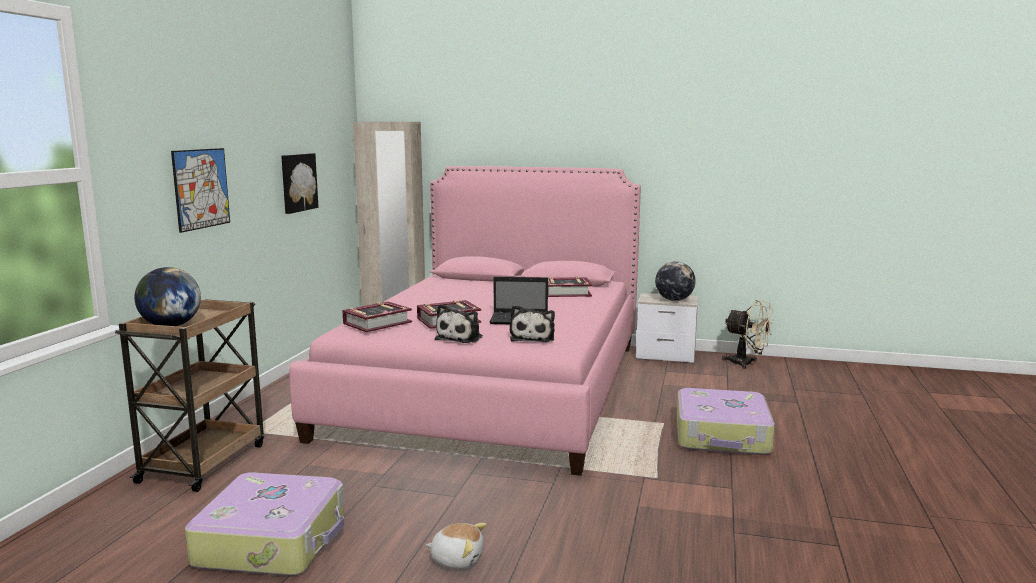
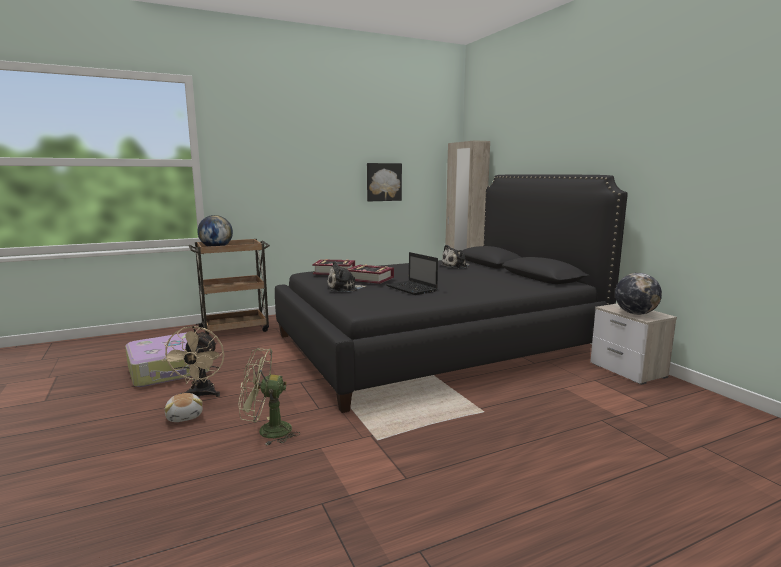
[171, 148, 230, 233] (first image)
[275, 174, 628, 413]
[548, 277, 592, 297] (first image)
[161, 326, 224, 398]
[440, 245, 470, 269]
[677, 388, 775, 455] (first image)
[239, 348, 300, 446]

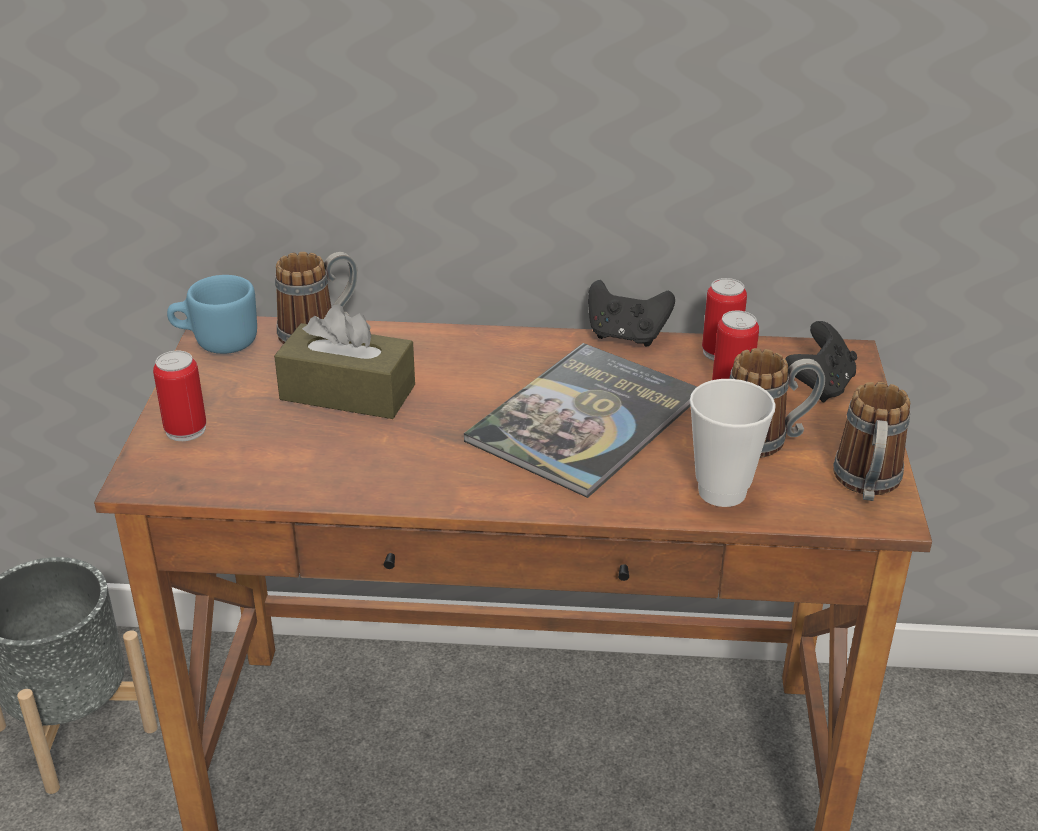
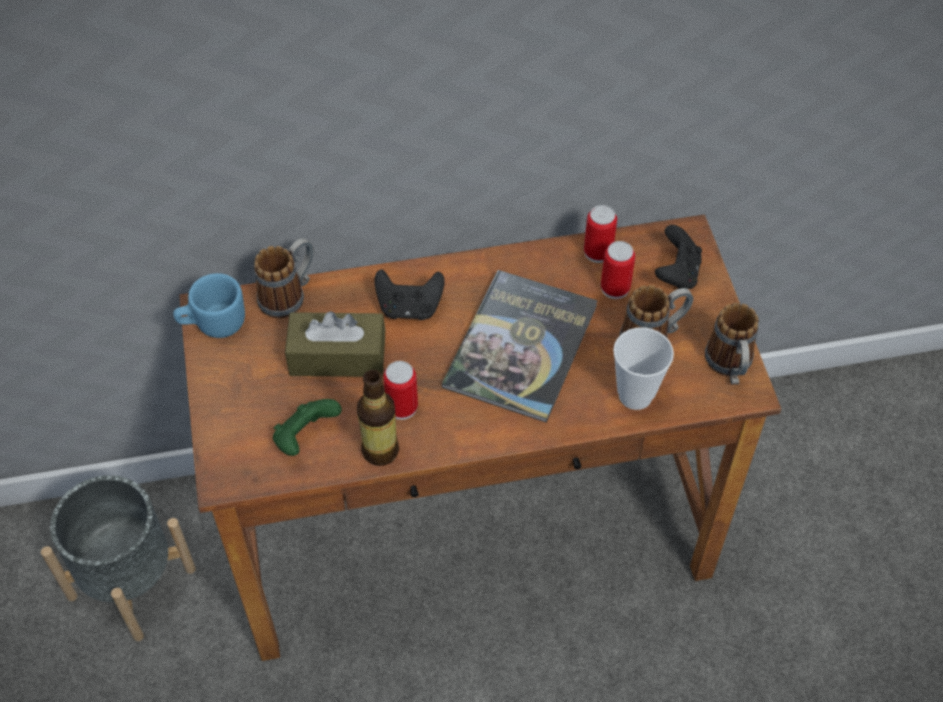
[374, 269, 445, 320]
[383, 361, 418, 420]
[357, 370, 399, 466]
[273, 399, 342, 456]

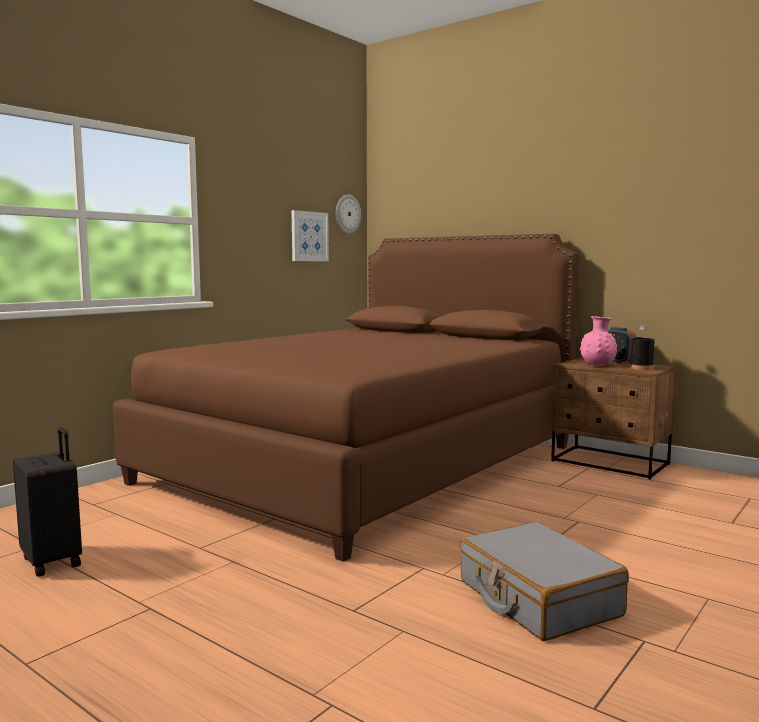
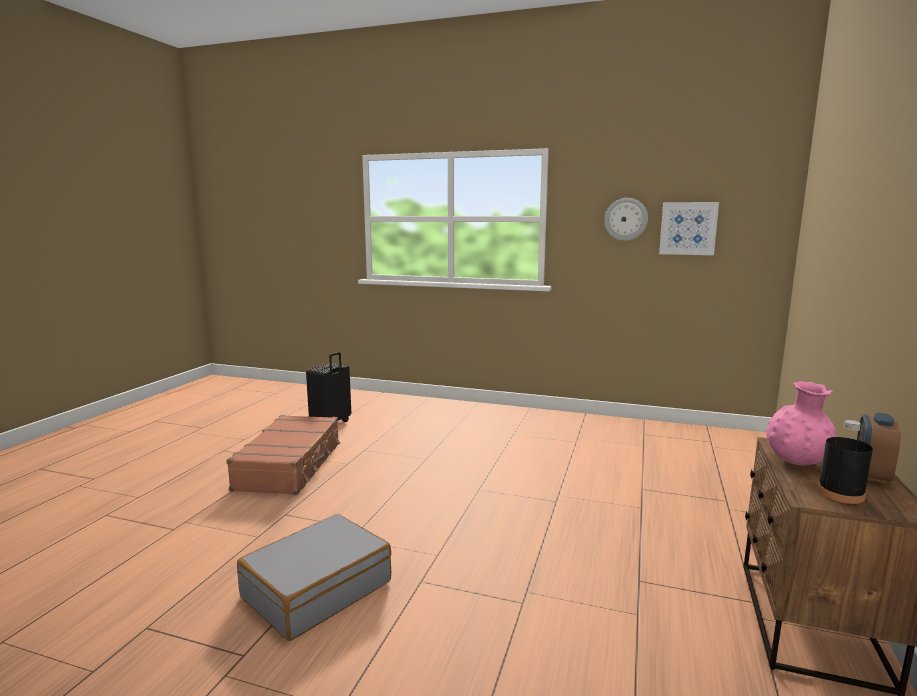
[604, 198, 648, 241]
[113, 234, 579, 562] (first image)
[226, 415, 341, 495]

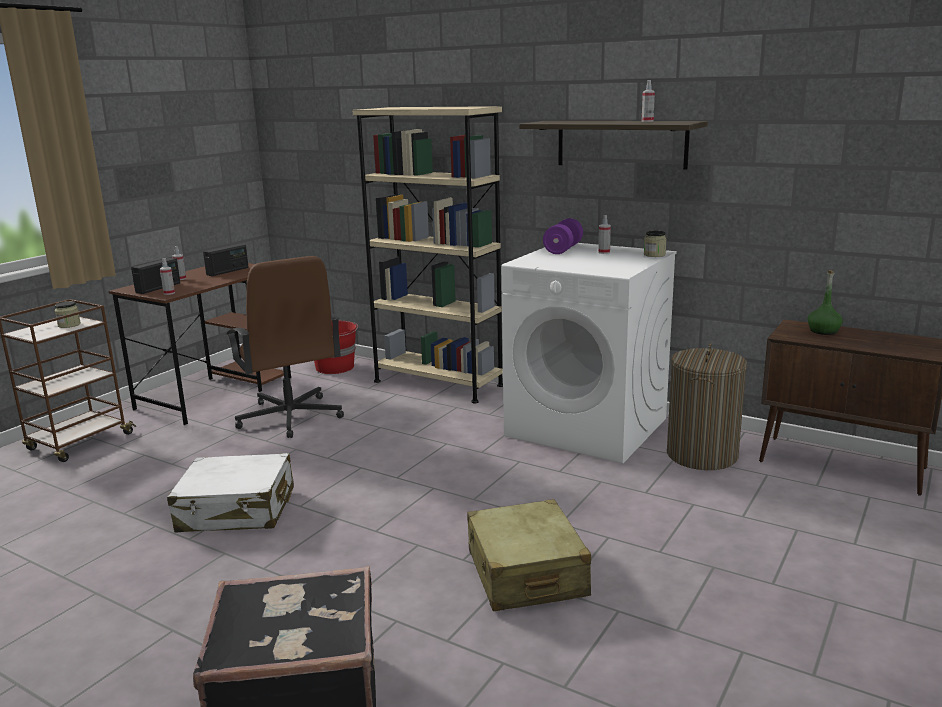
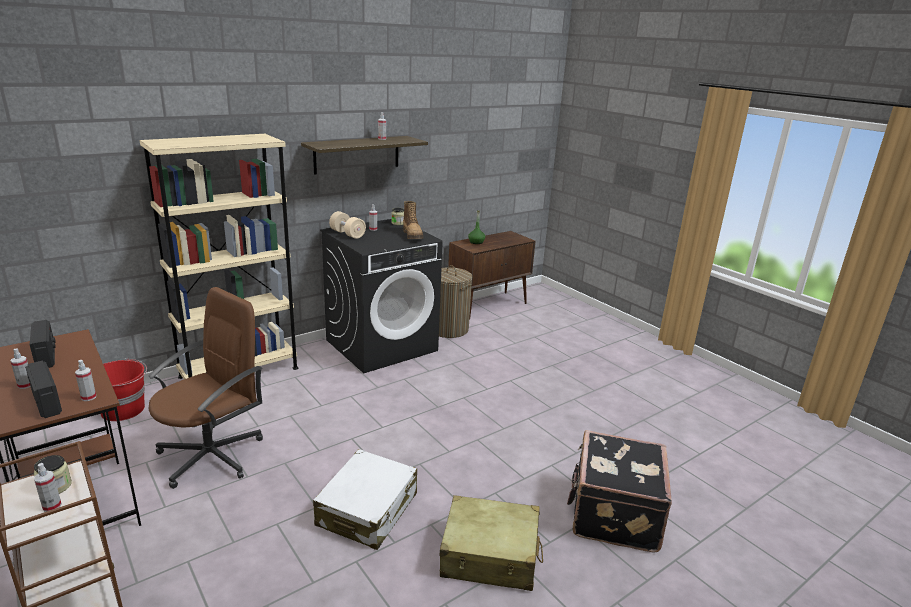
[329, 211, 366, 239]
[320, 219, 443, 373]
[149, 287, 263, 489]
[440, 495, 543, 591]
[403, 201, 423, 239]
[34, 463, 62, 512]

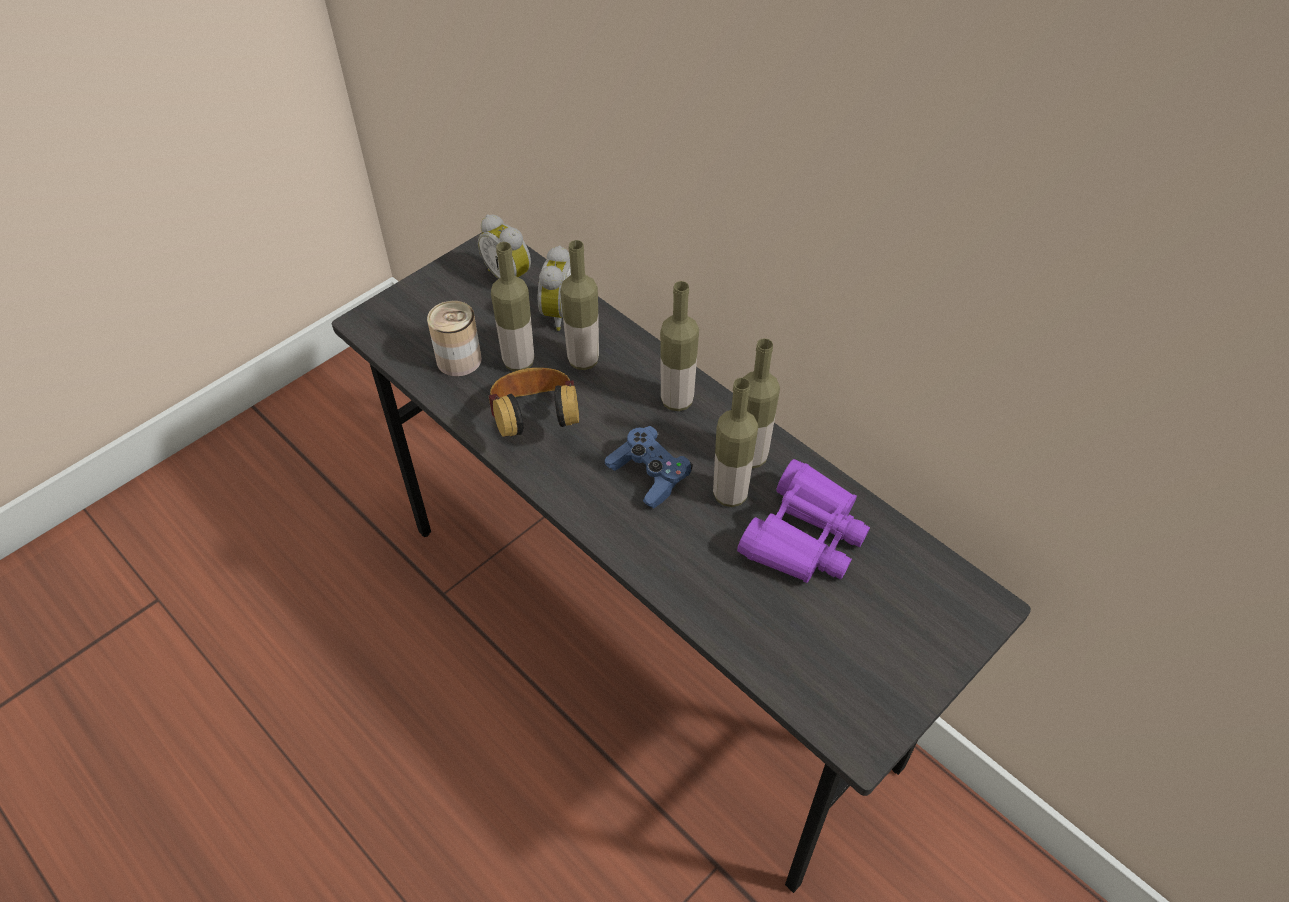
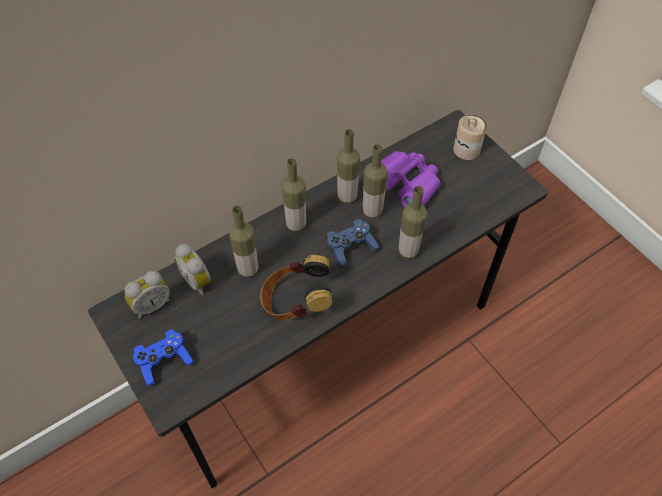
[398, 186, 427, 259]
[174, 244, 211, 296]
[453, 115, 487, 160]
[133, 329, 193, 386]

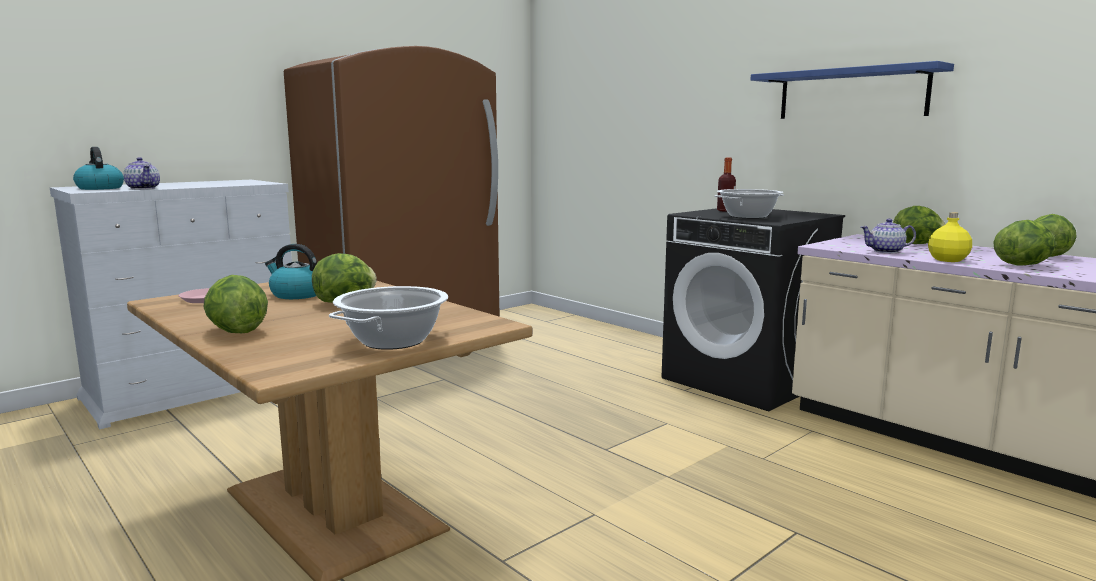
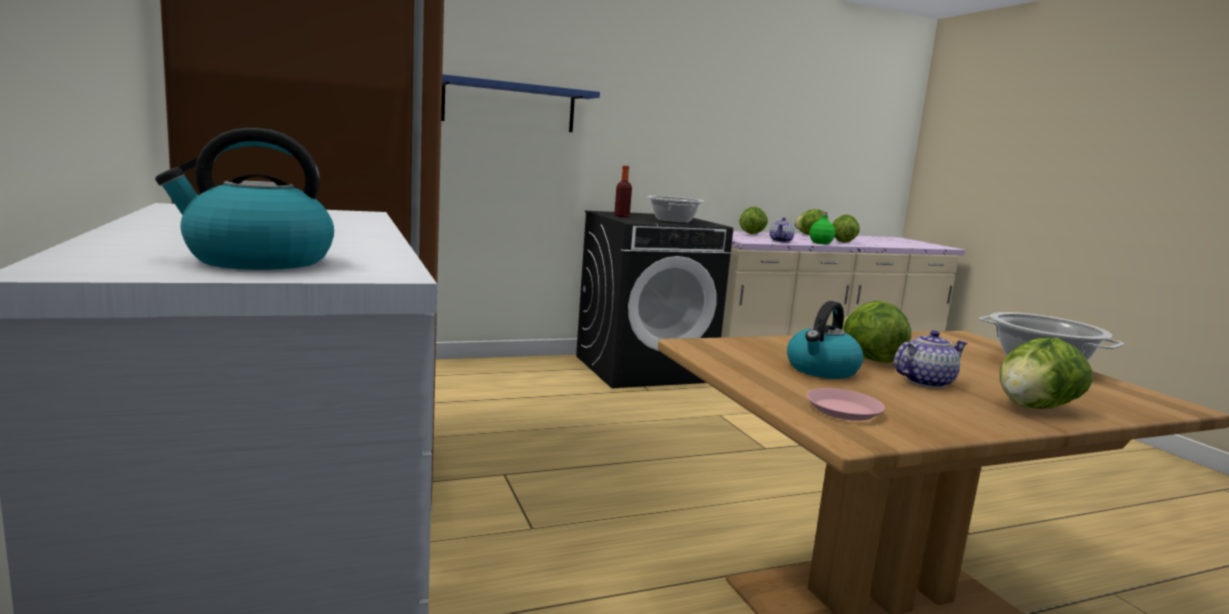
[441, 74, 600, 132]
[894, 330, 967, 388]
[809, 212, 835, 244]

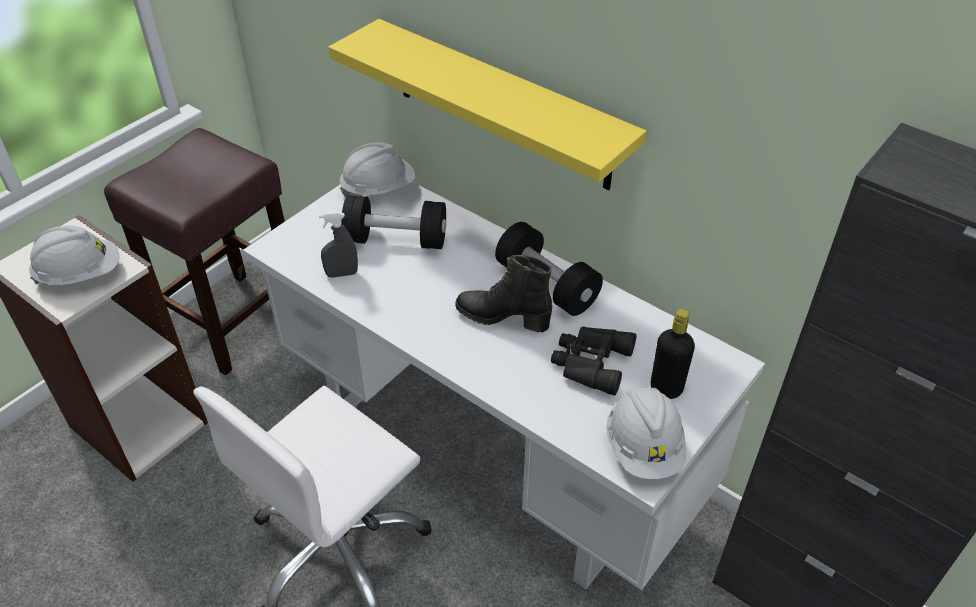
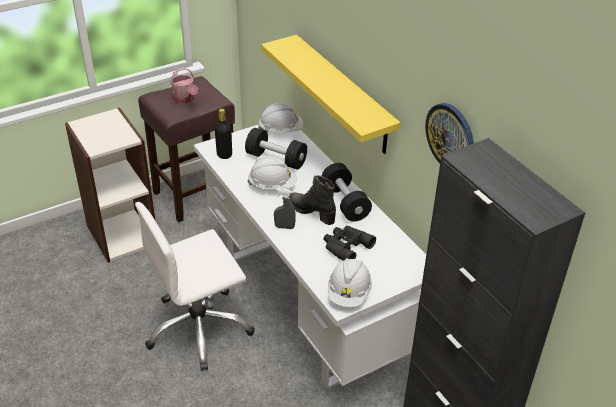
[274, 188, 296, 229]
[247, 156, 297, 189]
[214, 109, 232, 159]
[170, 68, 198, 104]
[425, 103, 474, 163]

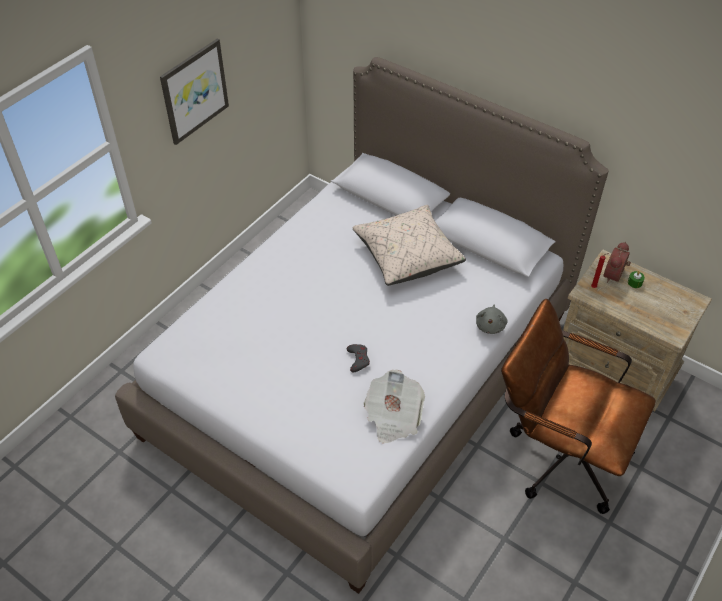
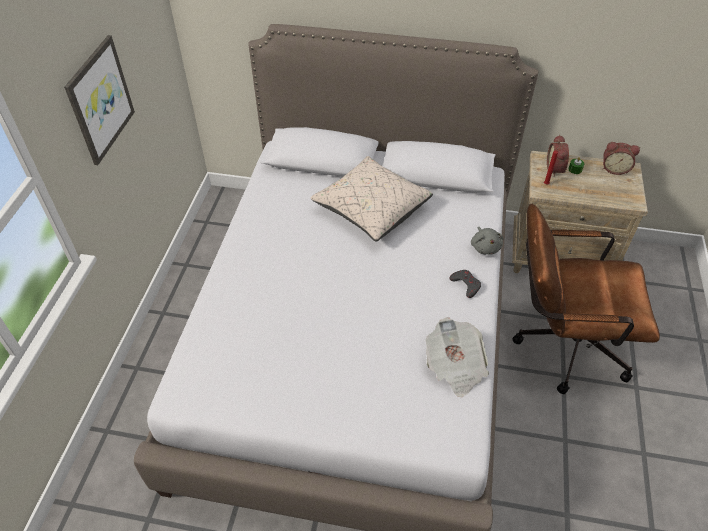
[449, 270, 481, 298]
[603, 142, 640, 175]

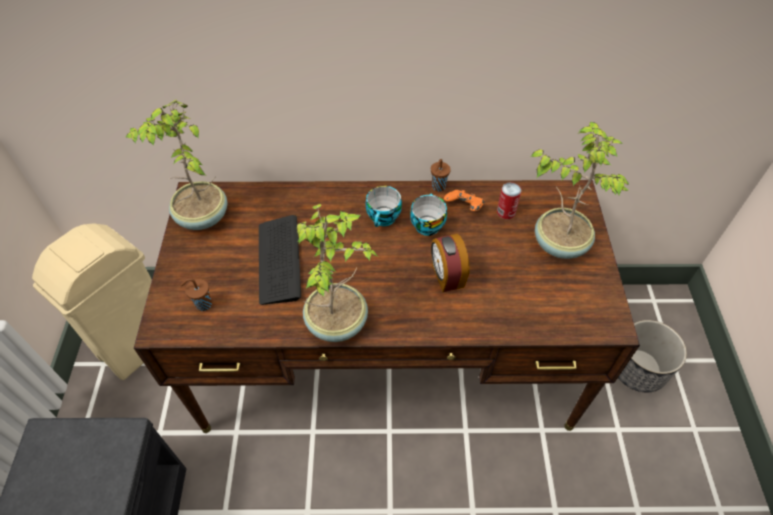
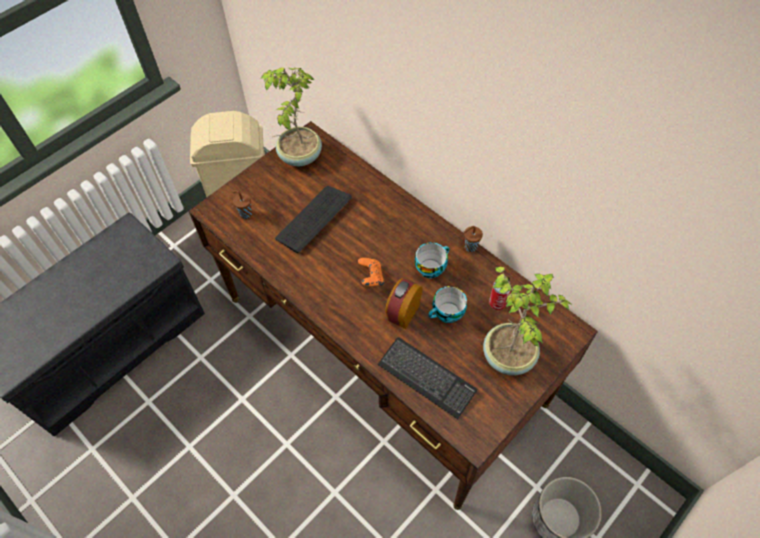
[428, 286, 467, 323]
[358, 258, 384, 286]
[297, 204, 378, 342] (first image)
[378, 337, 477, 419]

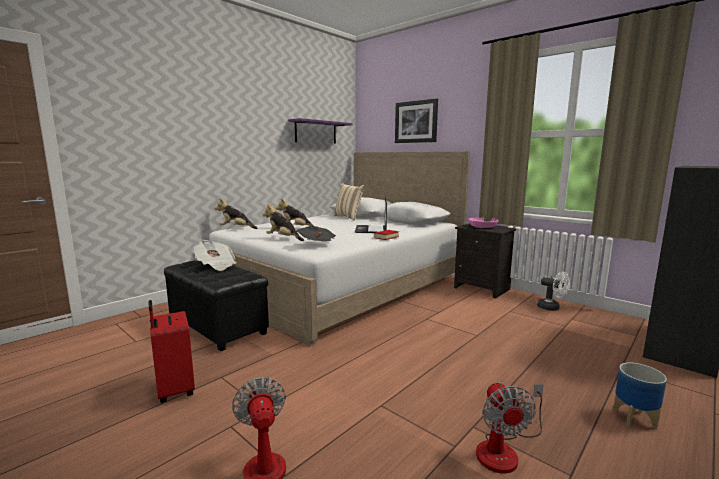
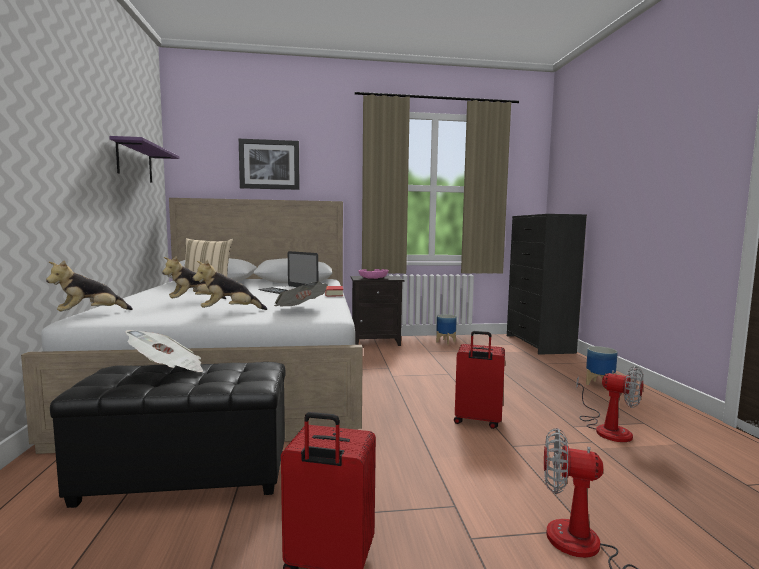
[436, 314, 457, 345]
[454, 331, 505, 429]

